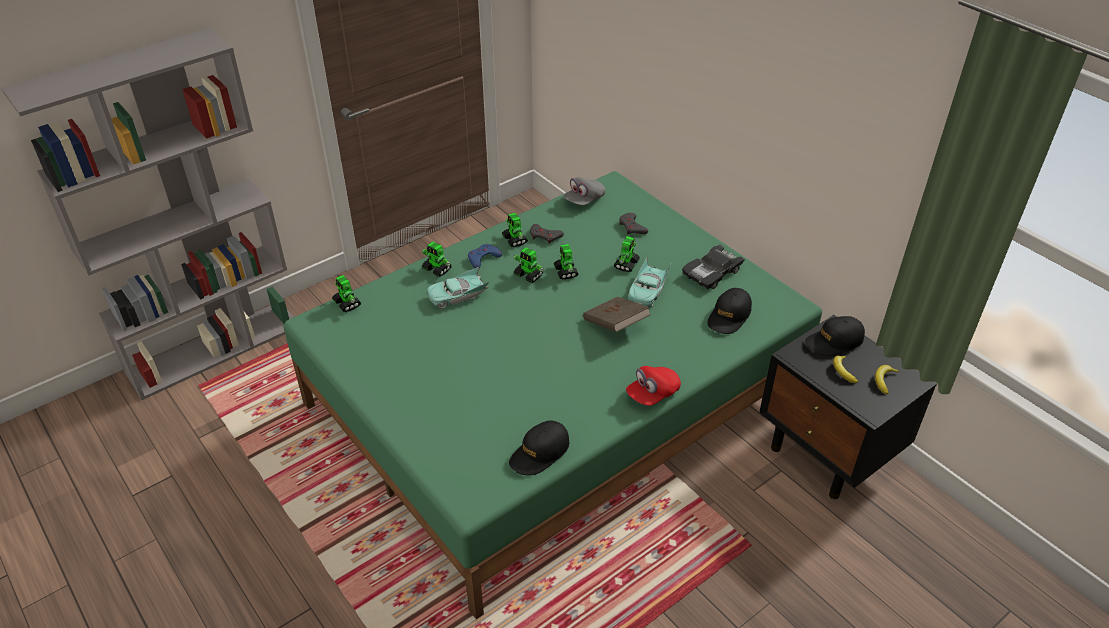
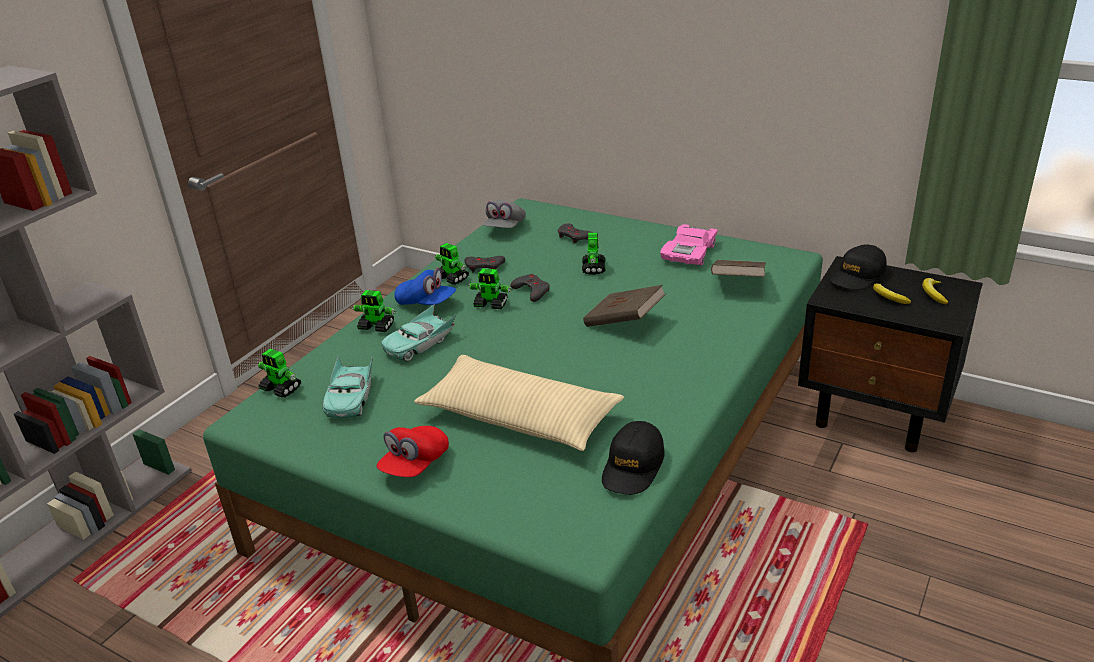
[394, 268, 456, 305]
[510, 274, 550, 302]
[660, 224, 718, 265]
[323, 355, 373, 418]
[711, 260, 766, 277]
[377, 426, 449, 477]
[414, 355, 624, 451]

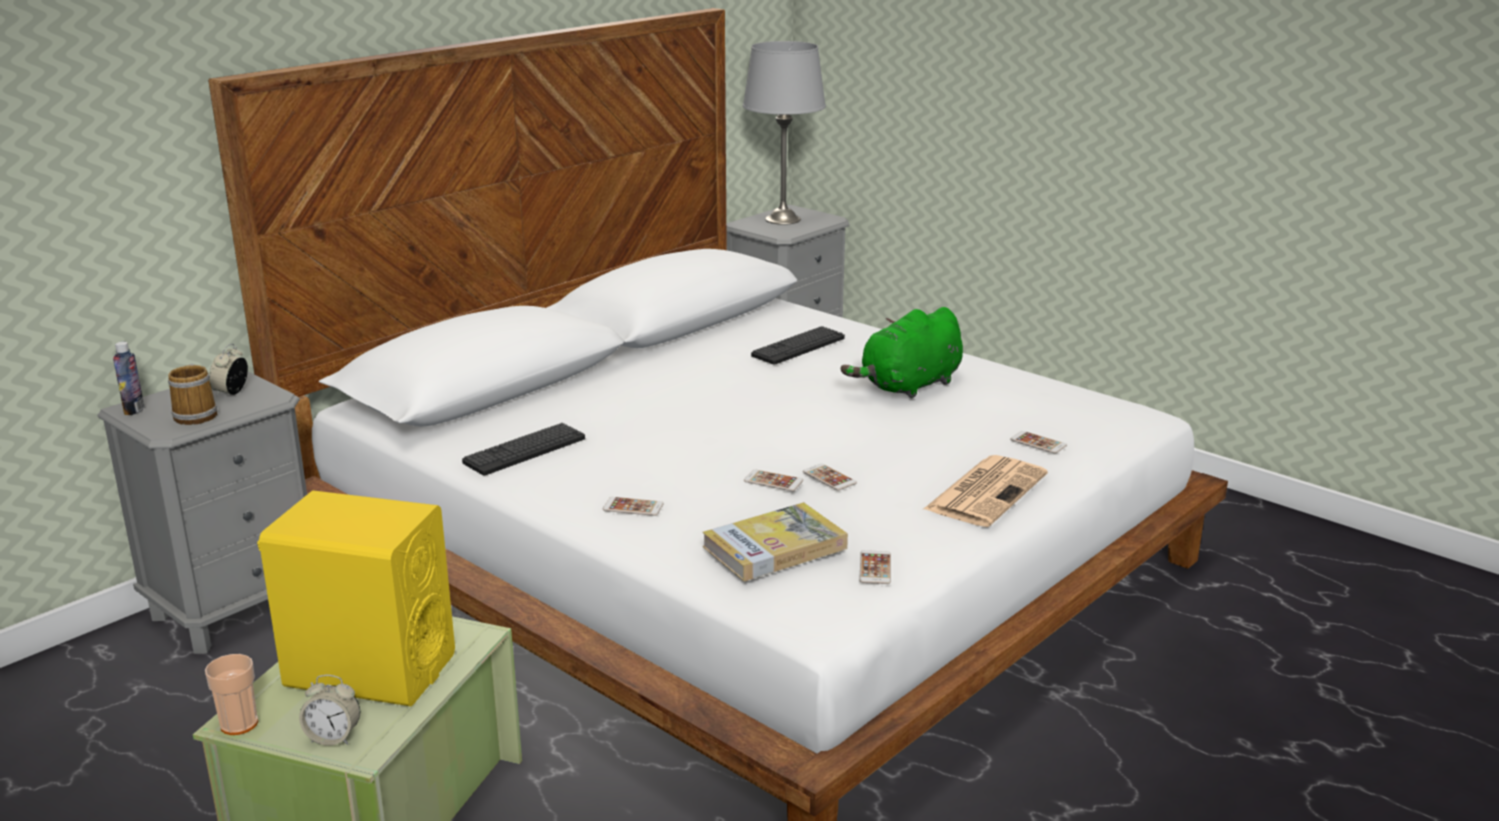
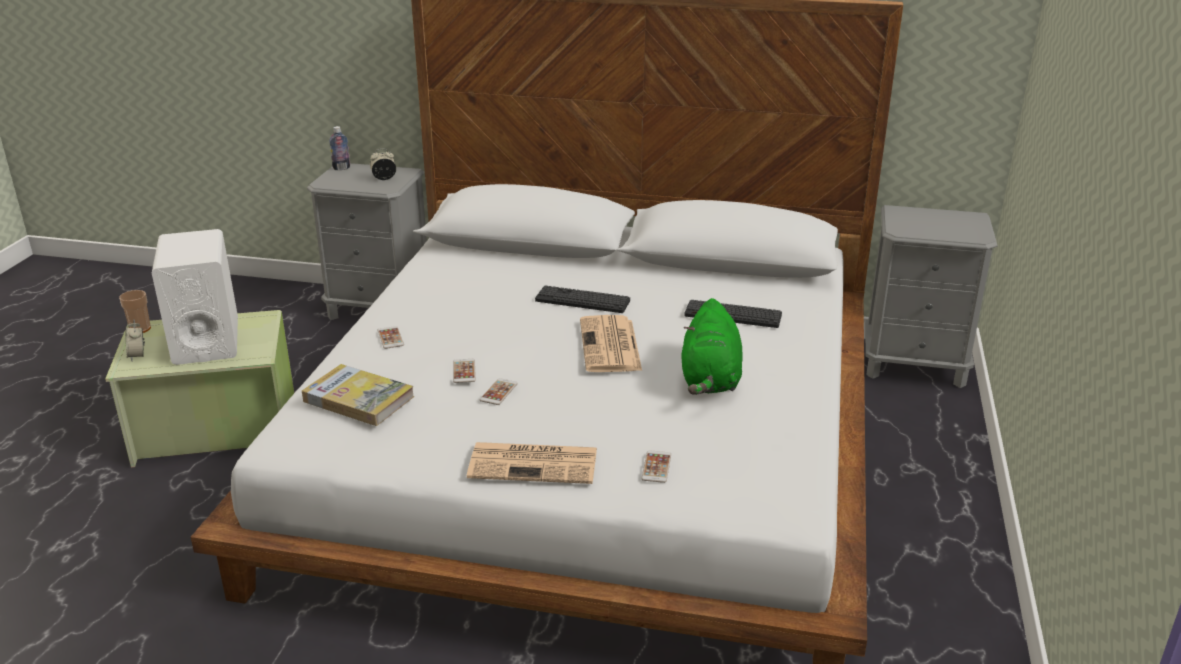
[743, 41, 826, 225] (first image)
[681, 298, 743, 395]
[168, 364, 217, 425] (first image)
[535, 285, 630, 313]
[152, 229, 238, 365]
[859, 550, 891, 584] (first image)
[580, 315, 642, 372]

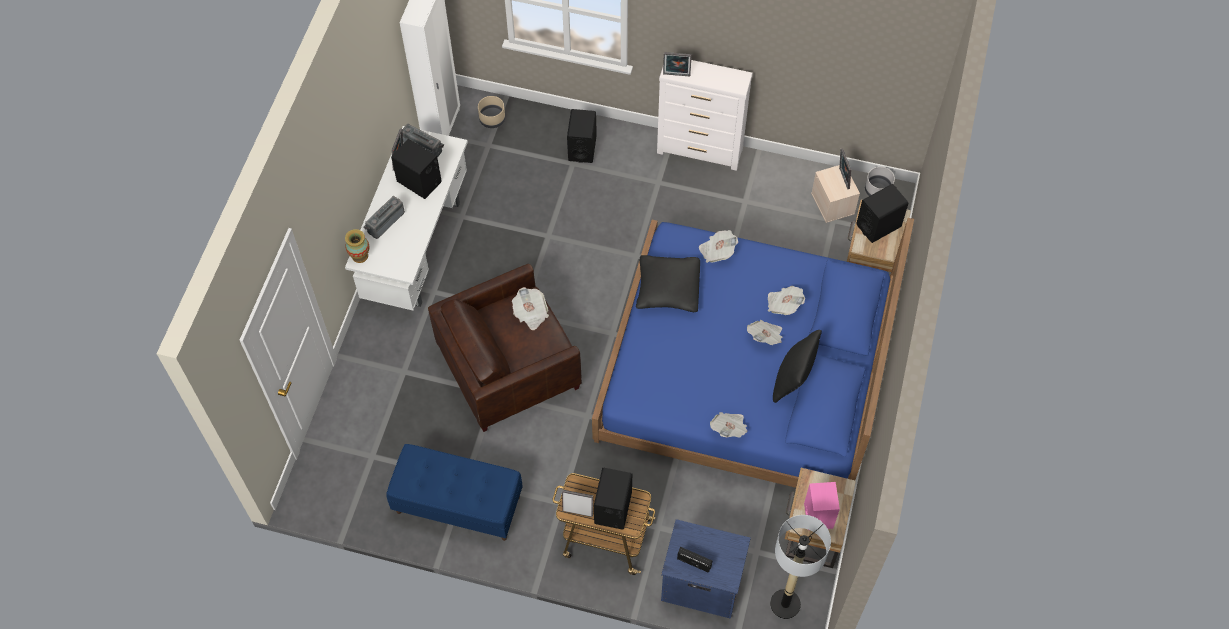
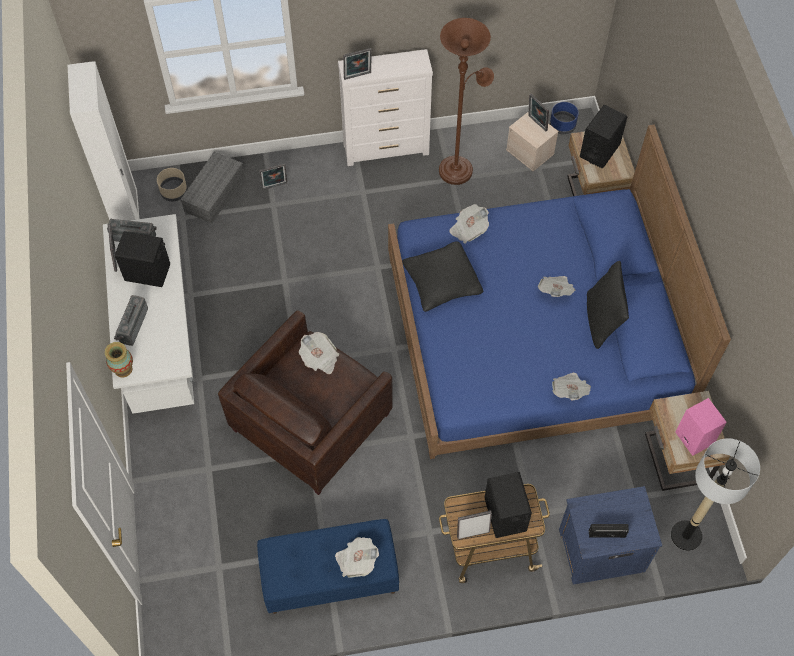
[259, 163, 287, 190]
[550, 102, 579, 134]
[335, 537, 379, 577]
[439, 18, 494, 185]
[180, 151, 244, 223]

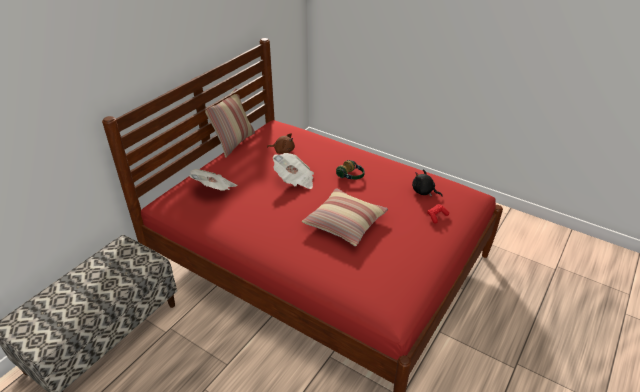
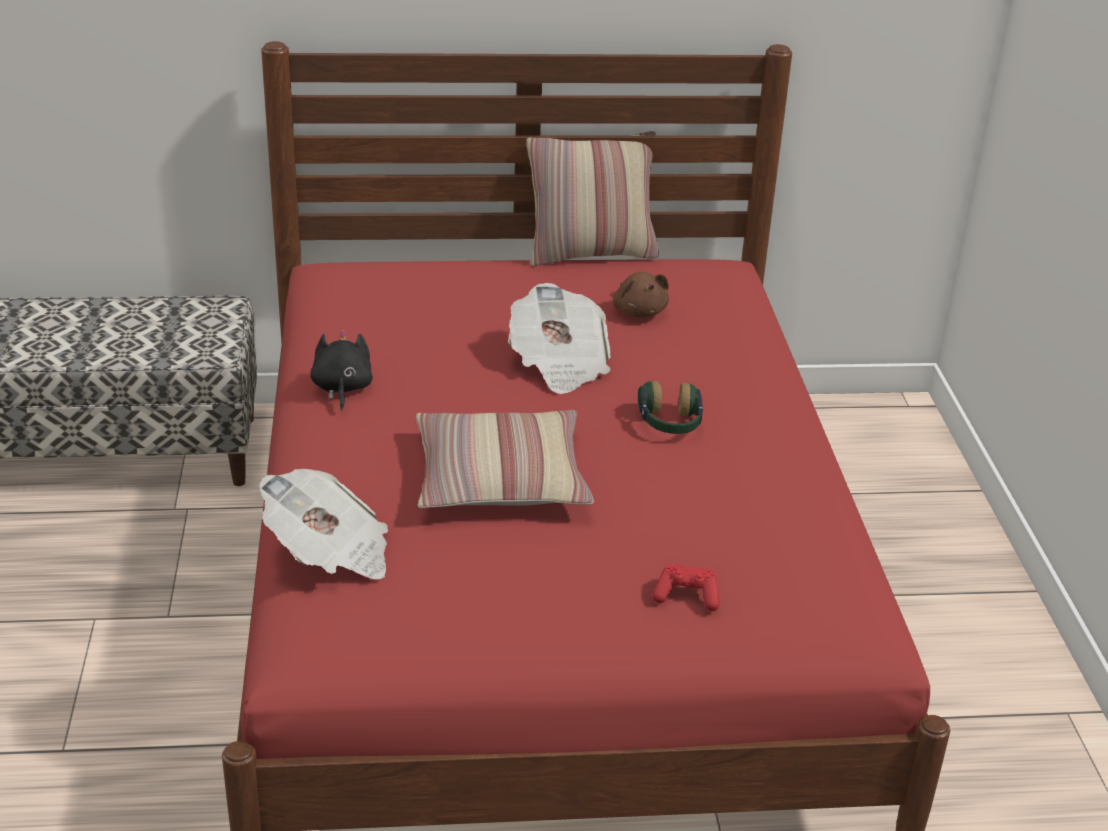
[259, 469, 388, 580]
[310, 330, 373, 411]

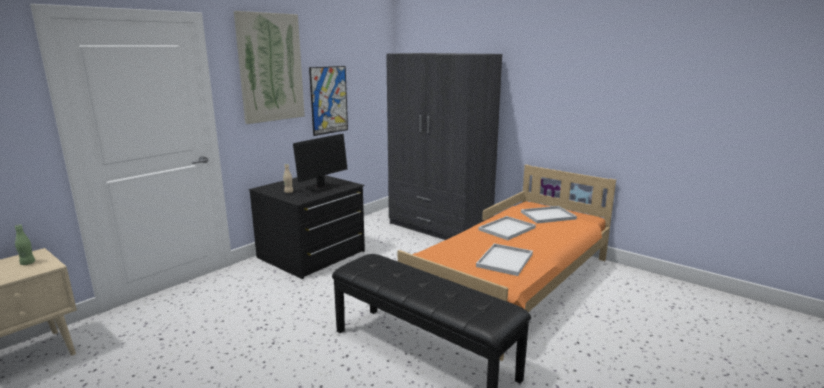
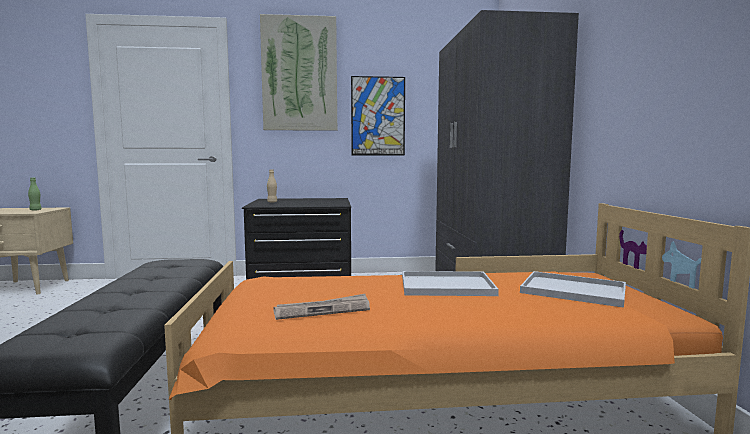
[293, 134, 347, 192] (first image)
[273, 294, 370, 320]

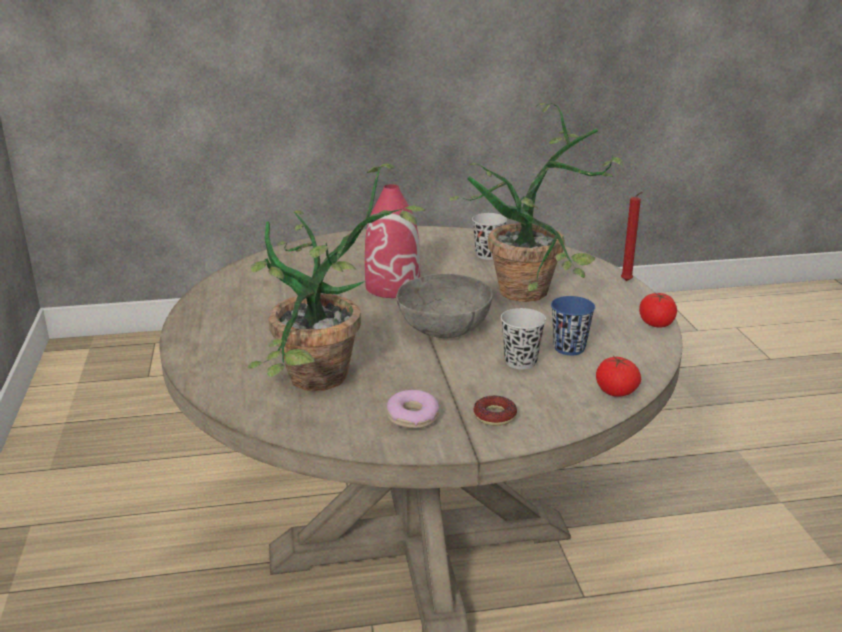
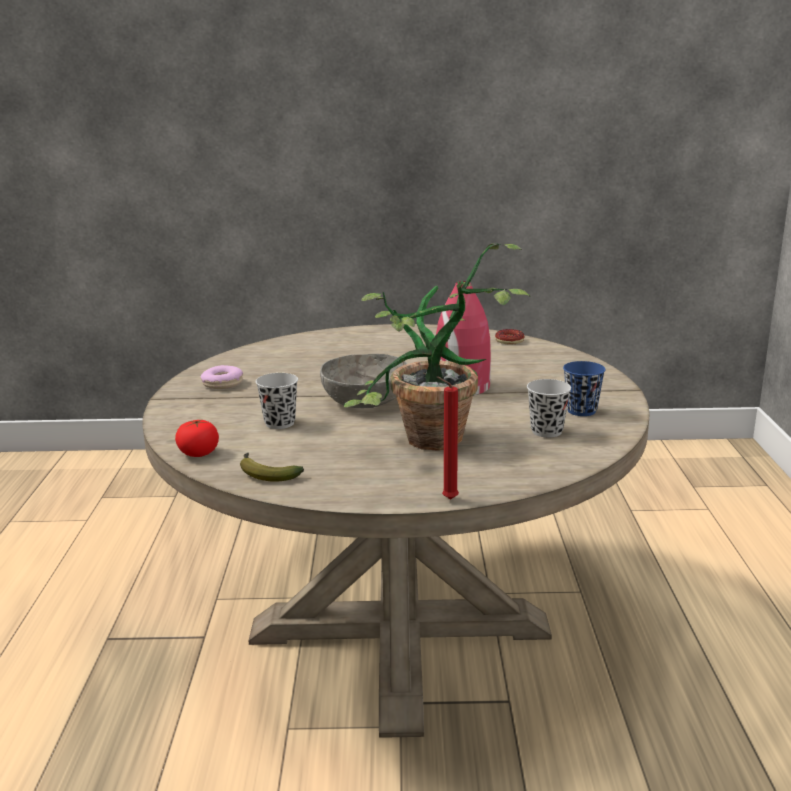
[248, 163, 425, 391] (first image)
[639, 293, 677, 327] (first image)
[563, 361, 606, 416]
[495, 329, 525, 345]
[240, 453, 304, 482]

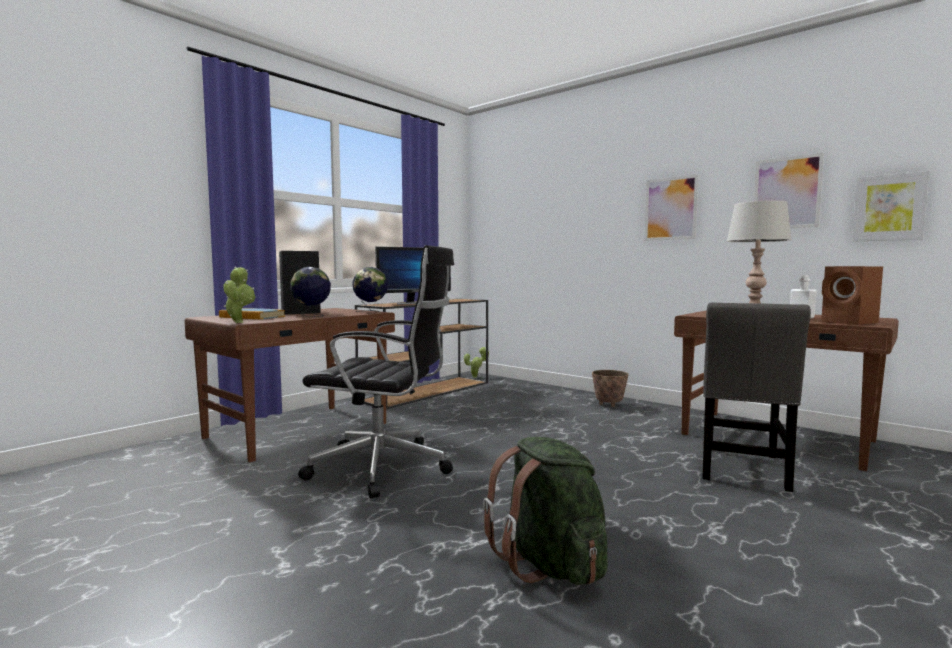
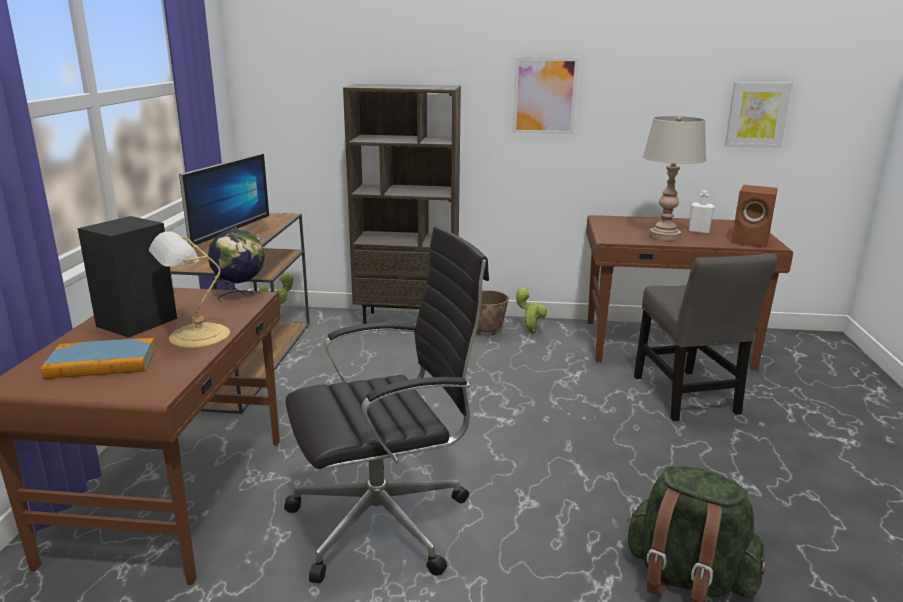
[754, 153, 824, 228] (first image)
[515, 288, 547, 334]
[149, 231, 230, 348]
[343, 84, 461, 324]

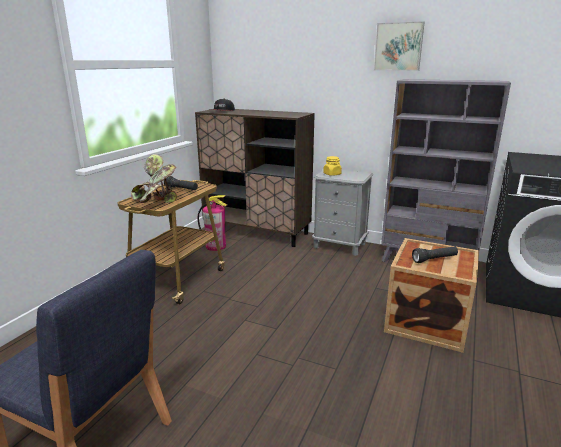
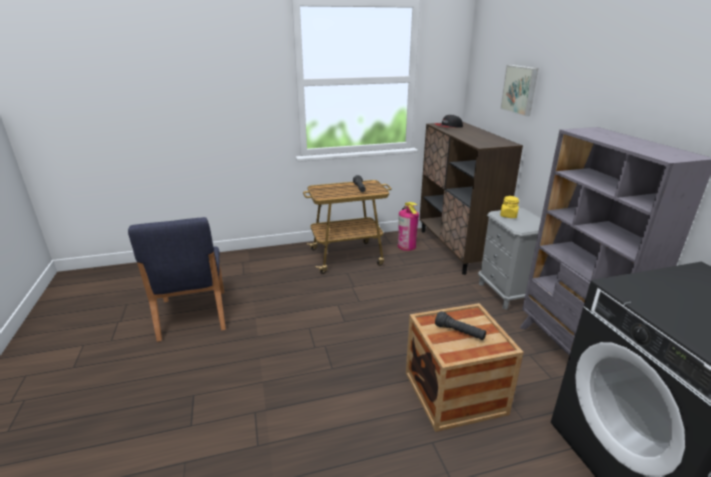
[500, 65, 538, 116]
[131, 154, 177, 203] (first image)

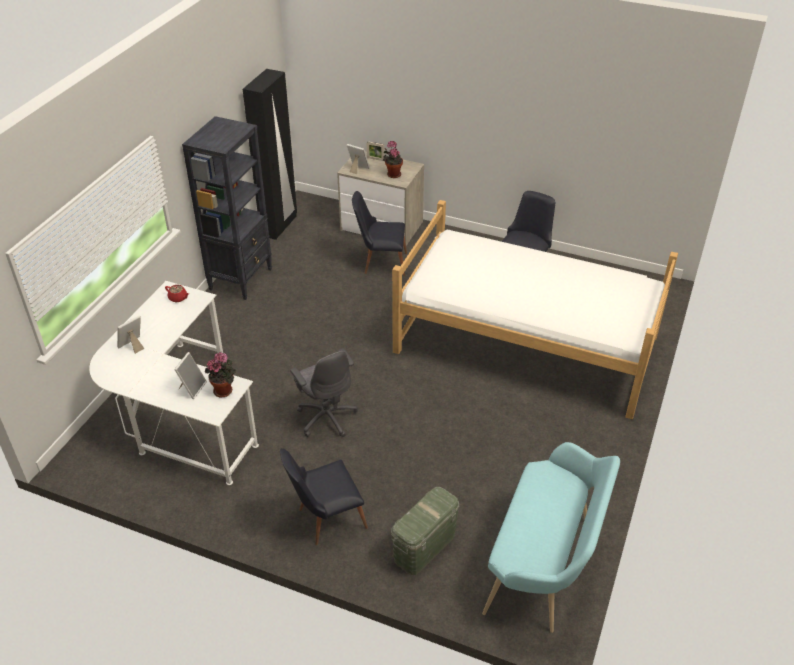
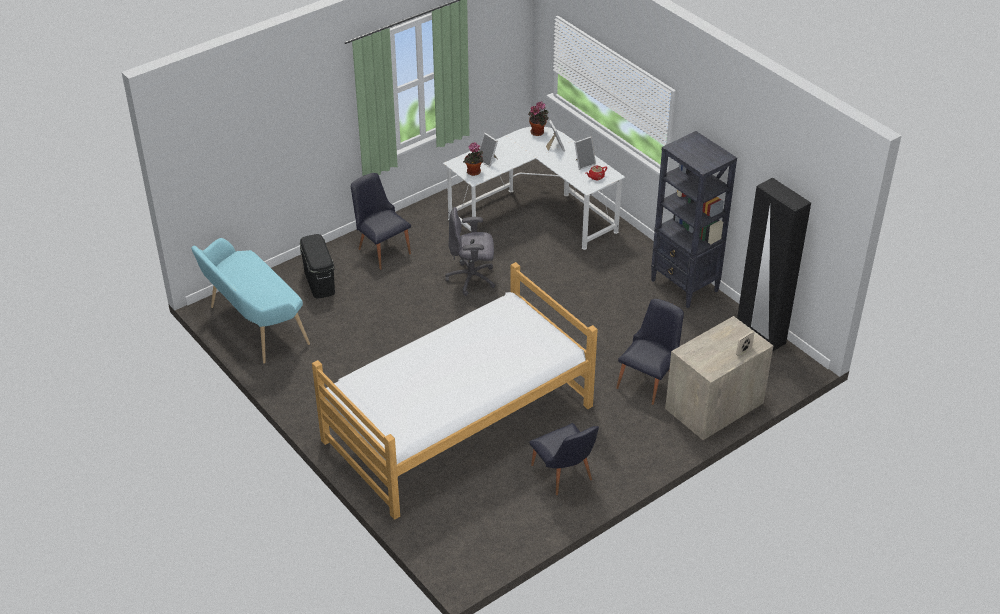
[528, 101, 549, 136]
[574, 136, 596, 170]
[351, 173, 411, 269]
[300, 234, 335, 299]

